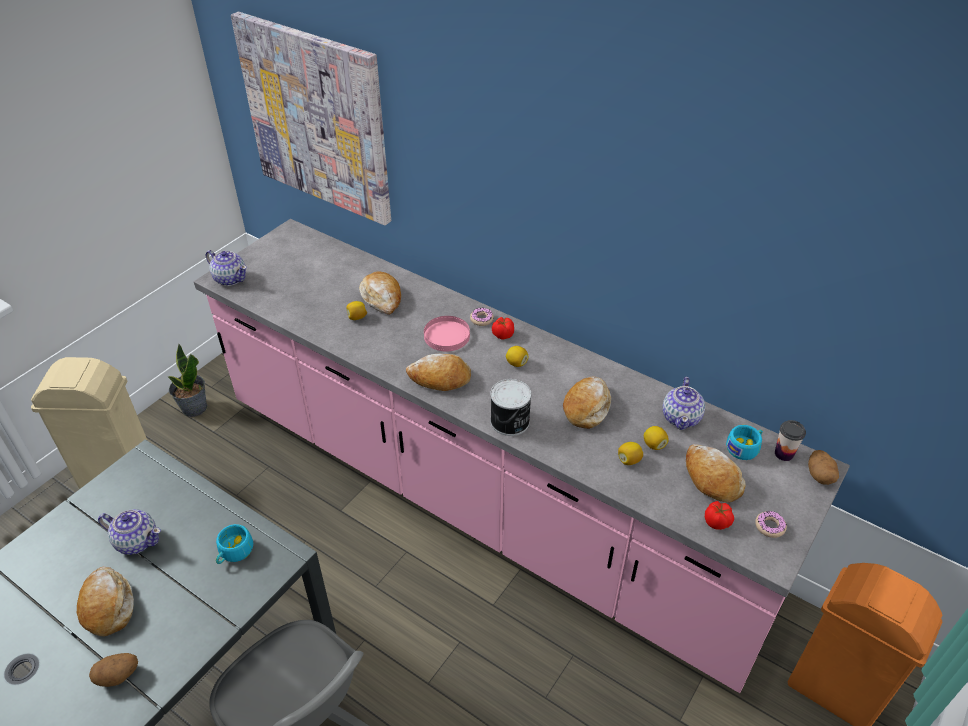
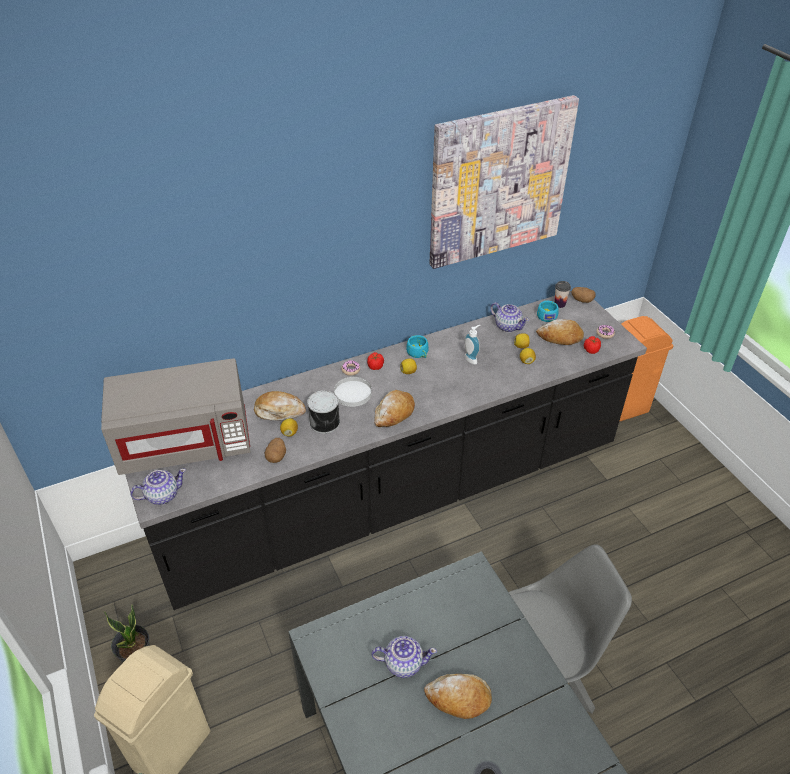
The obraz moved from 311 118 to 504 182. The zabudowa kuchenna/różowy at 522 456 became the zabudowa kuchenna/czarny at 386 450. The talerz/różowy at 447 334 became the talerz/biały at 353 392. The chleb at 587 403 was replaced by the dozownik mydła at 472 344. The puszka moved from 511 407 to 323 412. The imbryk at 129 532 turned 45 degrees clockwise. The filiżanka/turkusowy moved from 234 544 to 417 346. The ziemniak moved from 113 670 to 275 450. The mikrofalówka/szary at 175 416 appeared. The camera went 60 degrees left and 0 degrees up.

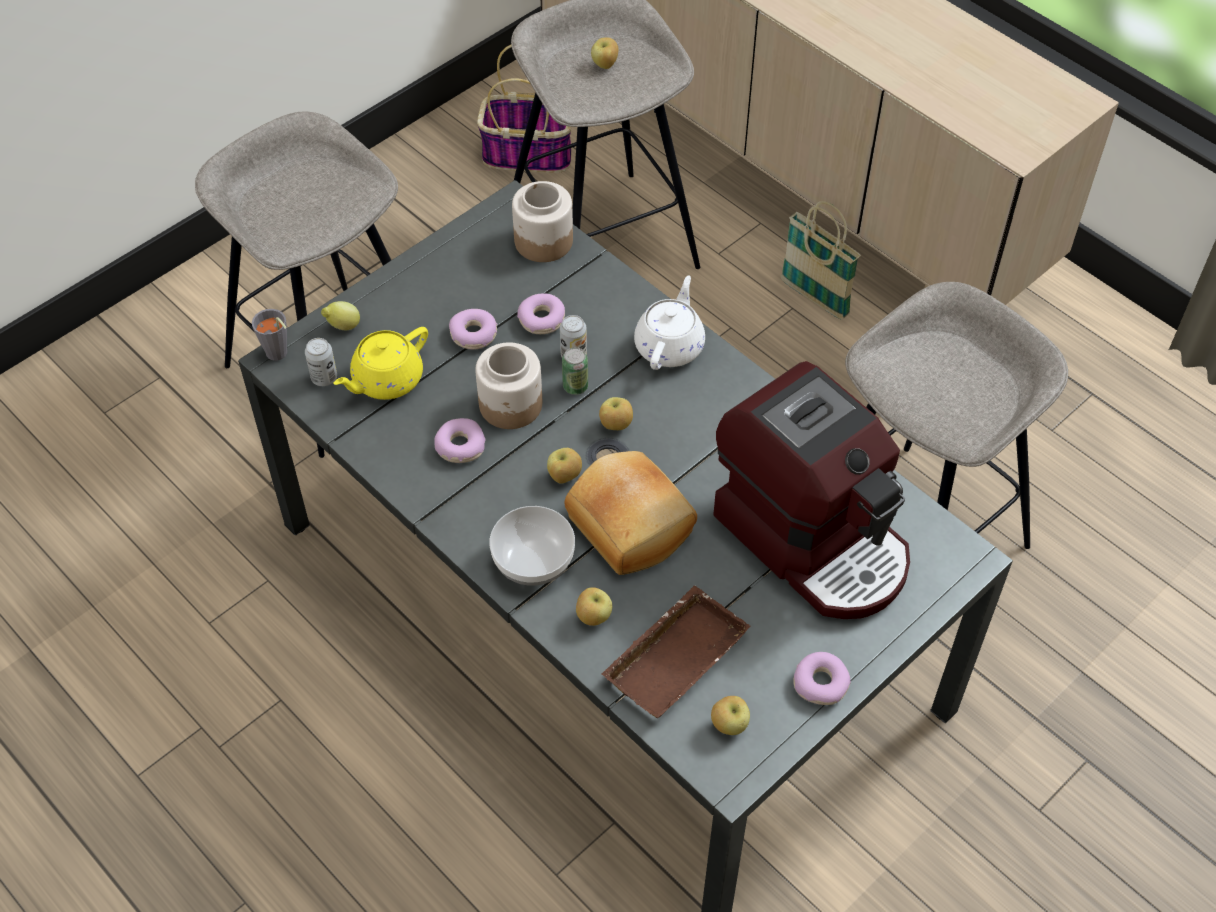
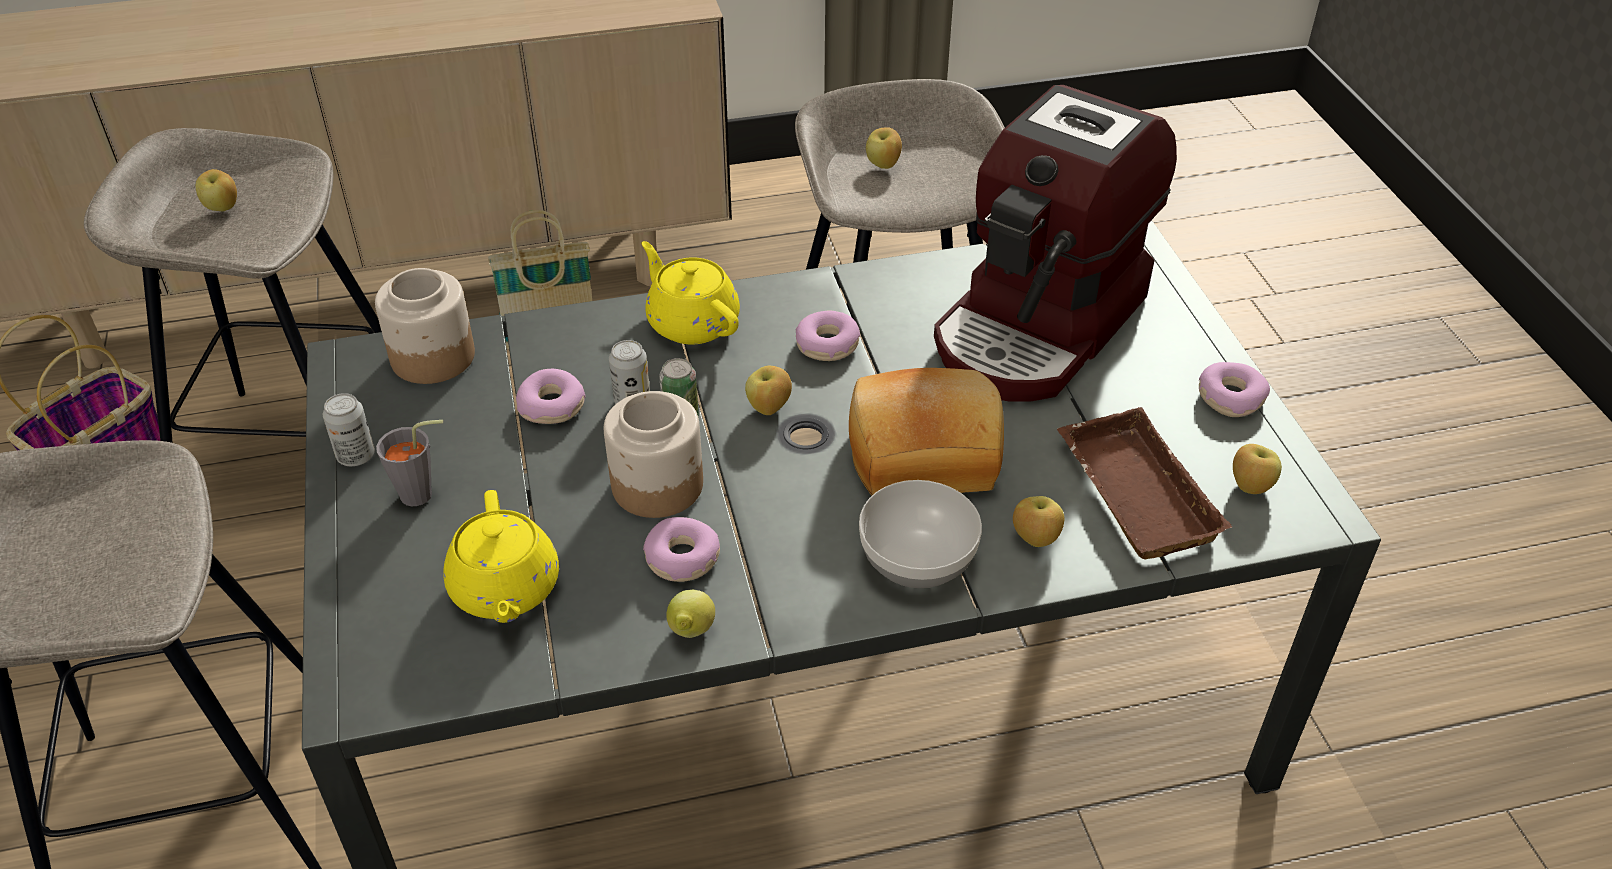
The imbryk/biały at 669 323 became the imbryk/żółty at 690 292. The cytryna moved from 340 315 to 690 614. The filiżanka/szary moved from 269 335 to 409 463. The donut moved from 473 329 to 828 335. The puszka moved from 321 362 to 349 429. The ekspres do kawy at 811 490 turned 135 degrees clockwise. The jabłko moved from 564 466 to 884 148. The camera went 60 degrees left and 10 degrees down.

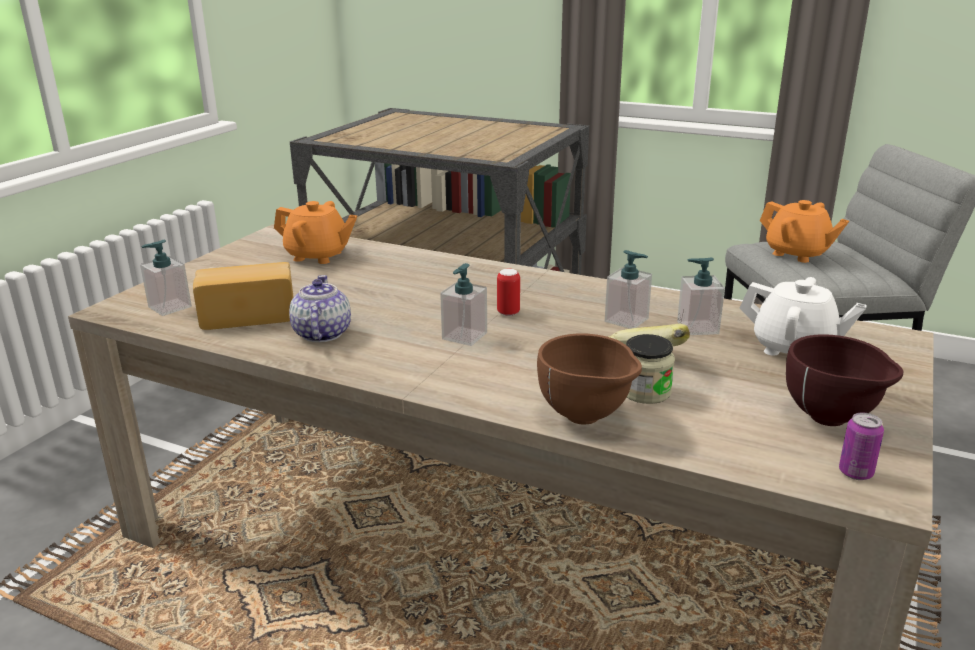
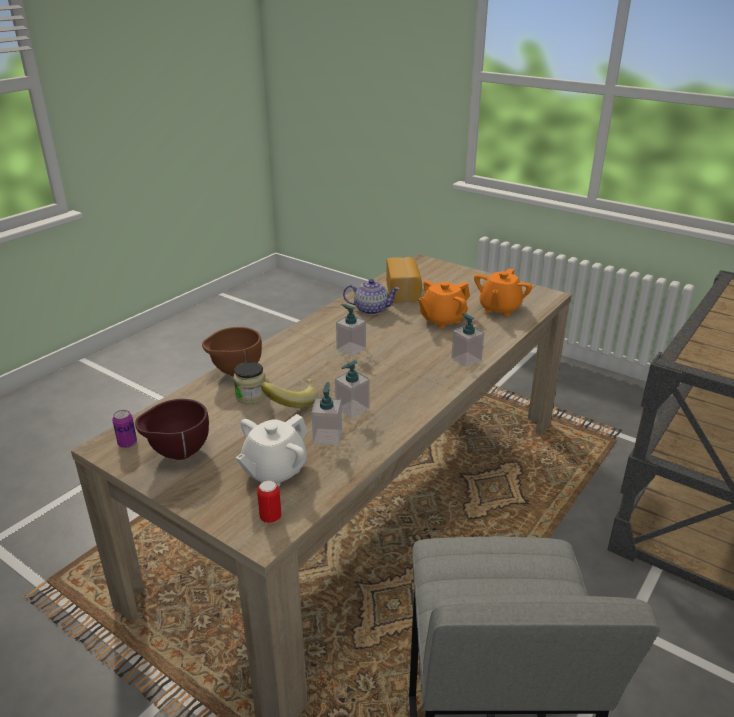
The imbryk/pomarańczowy moved from 804 231 to 444 304. The dozownik mydła moved from 166 278 to 467 340. The puszka moved from 508 292 to 269 502. The camera went 100 degrees right and 5 degrees up.

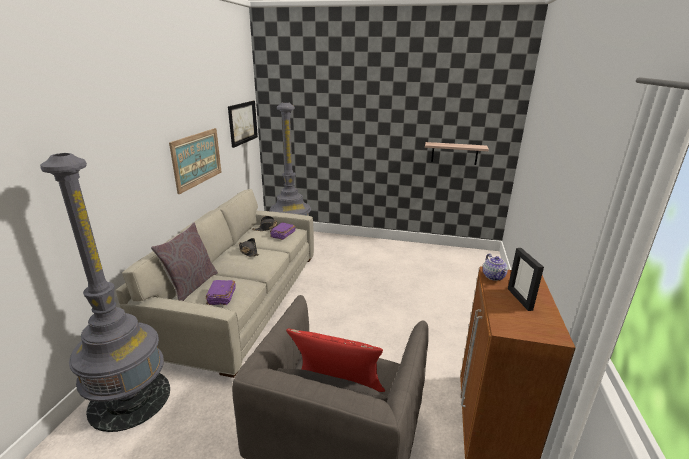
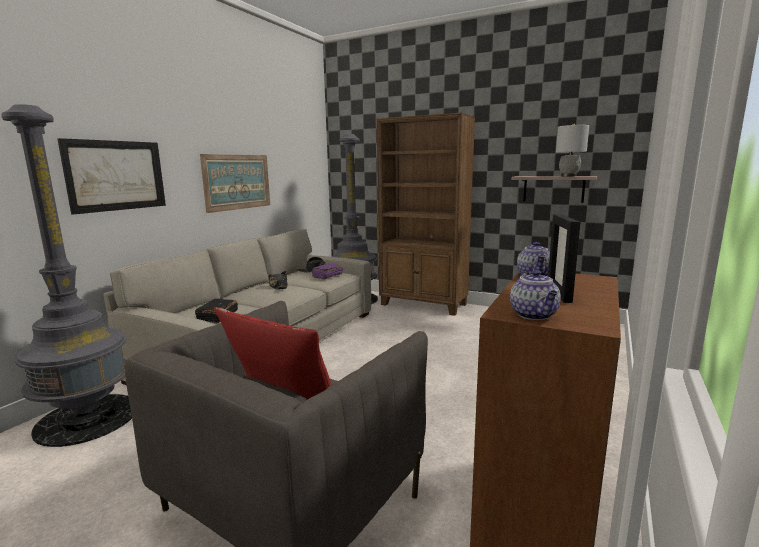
The obraz moved from 243 124 to 111 176. The poduszka/szary at 184 261 disappeared. The książka/fioletowy at 221 292 became the książka/czarny at 216 311. The regał/brązowy at 425 214 appeared. The lampa stołowa/biały at 572 150 appeared. The imbryk at 535 295 appeared. The camera went 15 degrees right and 10 degrees down.

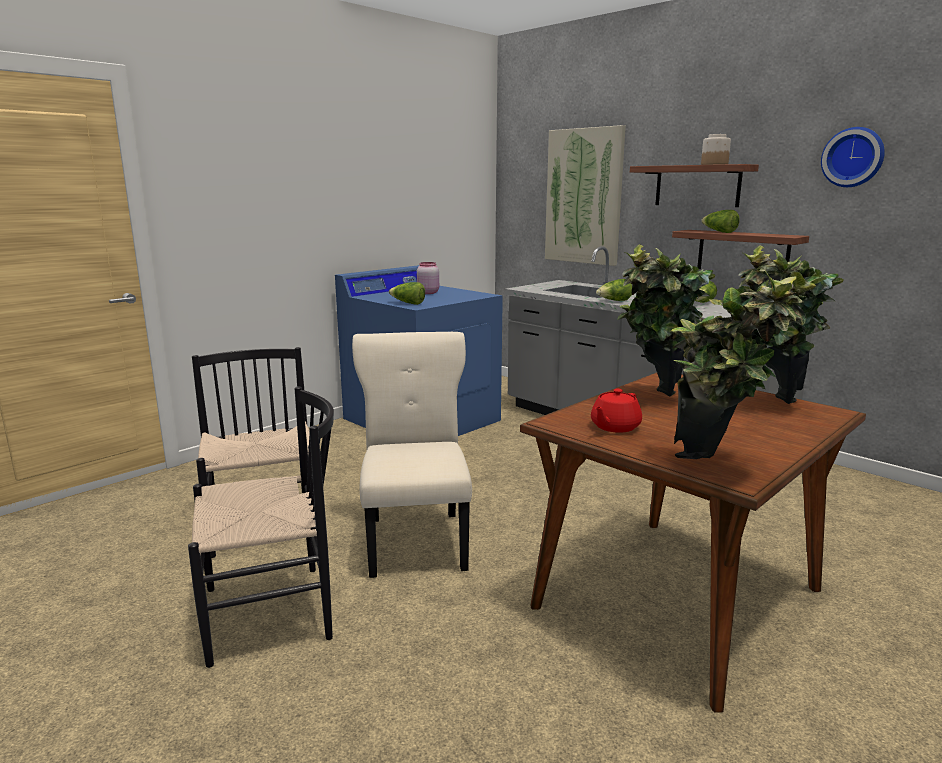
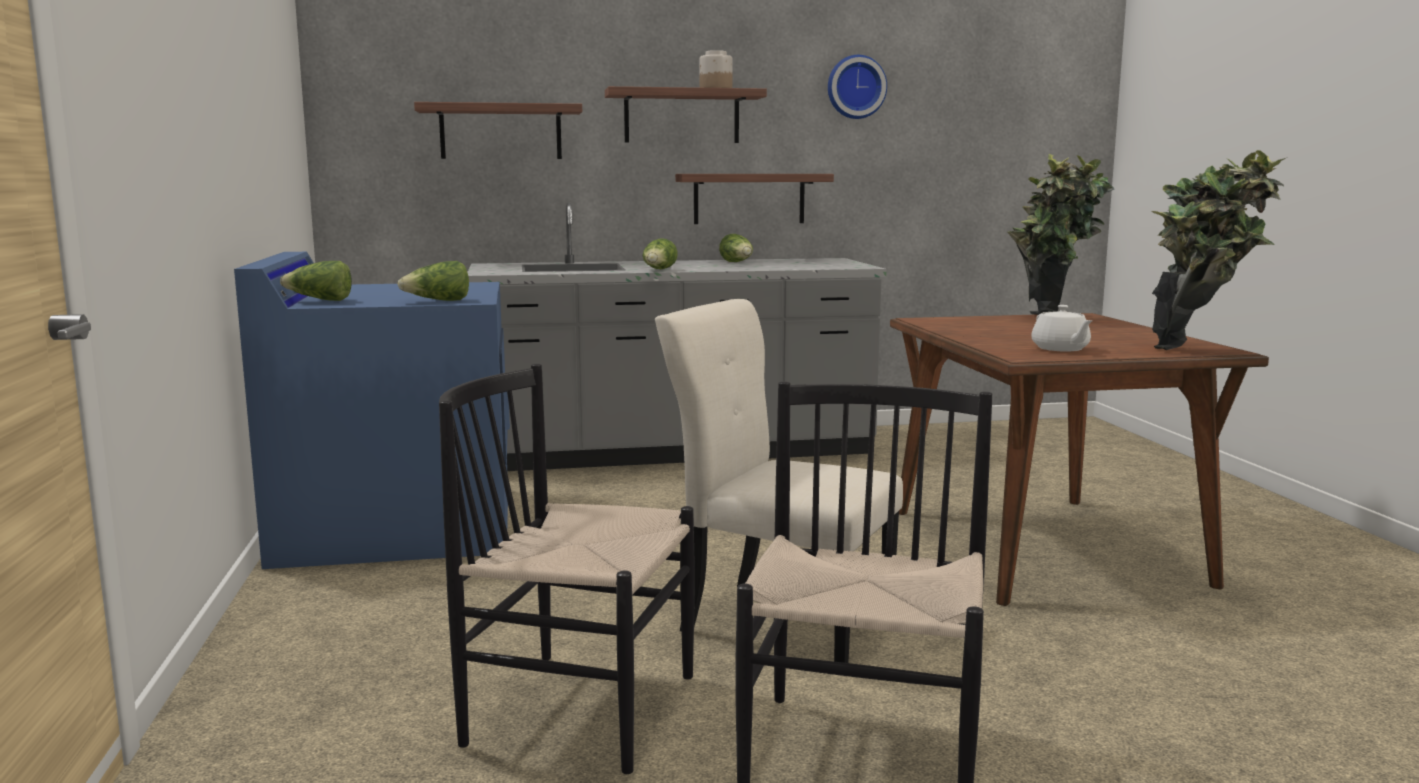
The obraz at 585 195 was replaced by the półka at 498 130. The sałata moved from 720 221 to 316 281. The roślina doniczkowa at 666 320 disappeared. The słoik/różowy at 428 278 disappeared. The imbryk/czerwony at 616 411 became the imbryk/biały at 1061 328. The camera went 55 degrees left and 5 degrees down.

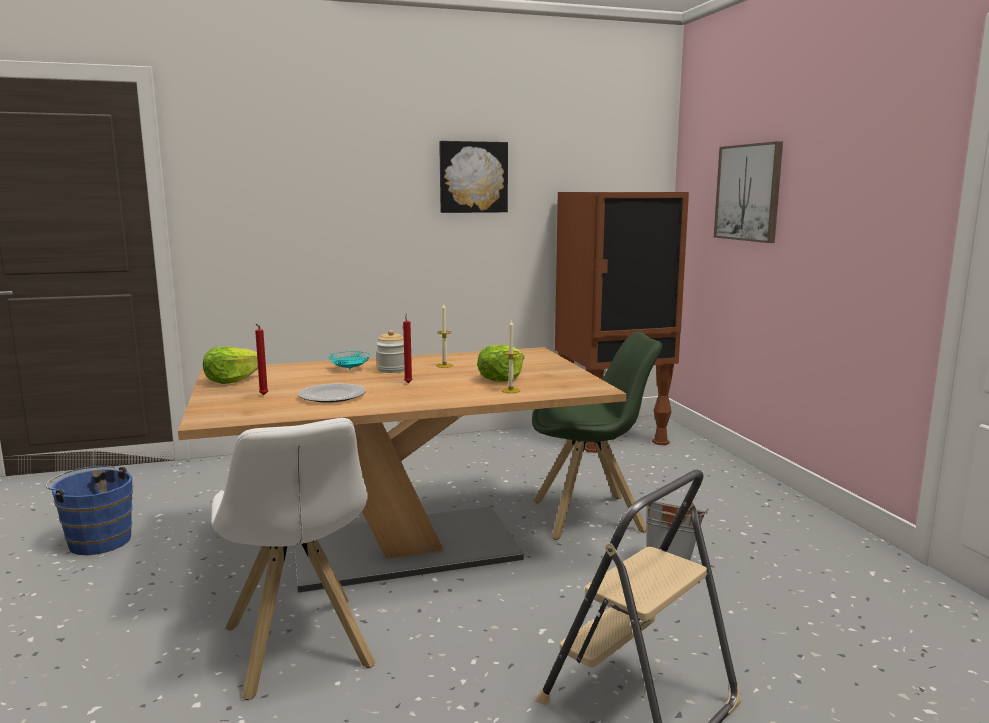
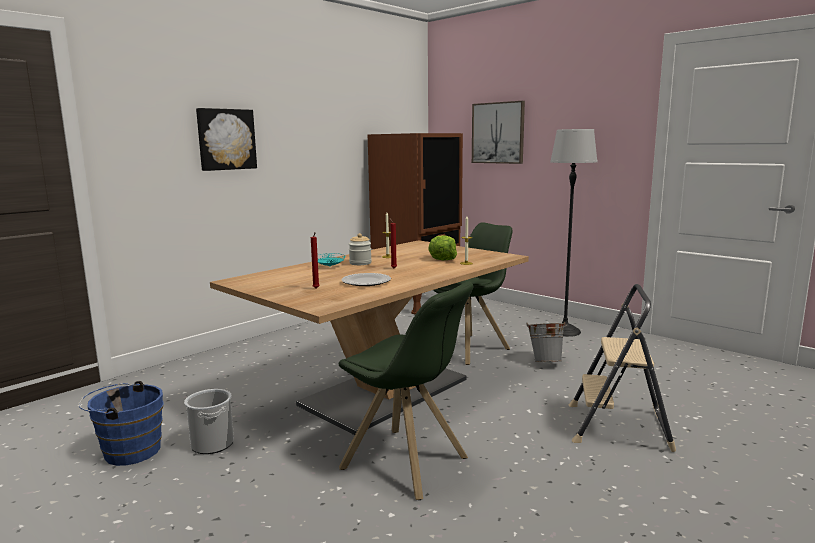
The obraz moved from 473 177 to 226 139. The sałata at 230 365 disappeared. The krzesło/biały at 293 559 became the krzesło/zielony at 406 391. The lampa stojąca at 574 233 appeared. The wiadro at 209 421 appeared. The camera went 30 degrees left and 0 degrees up.

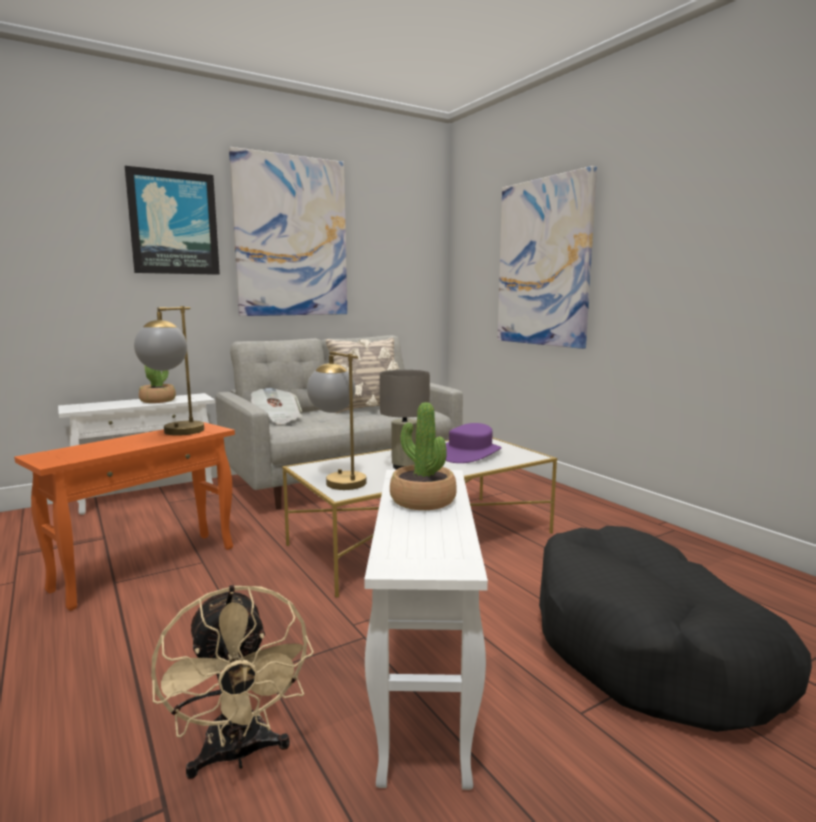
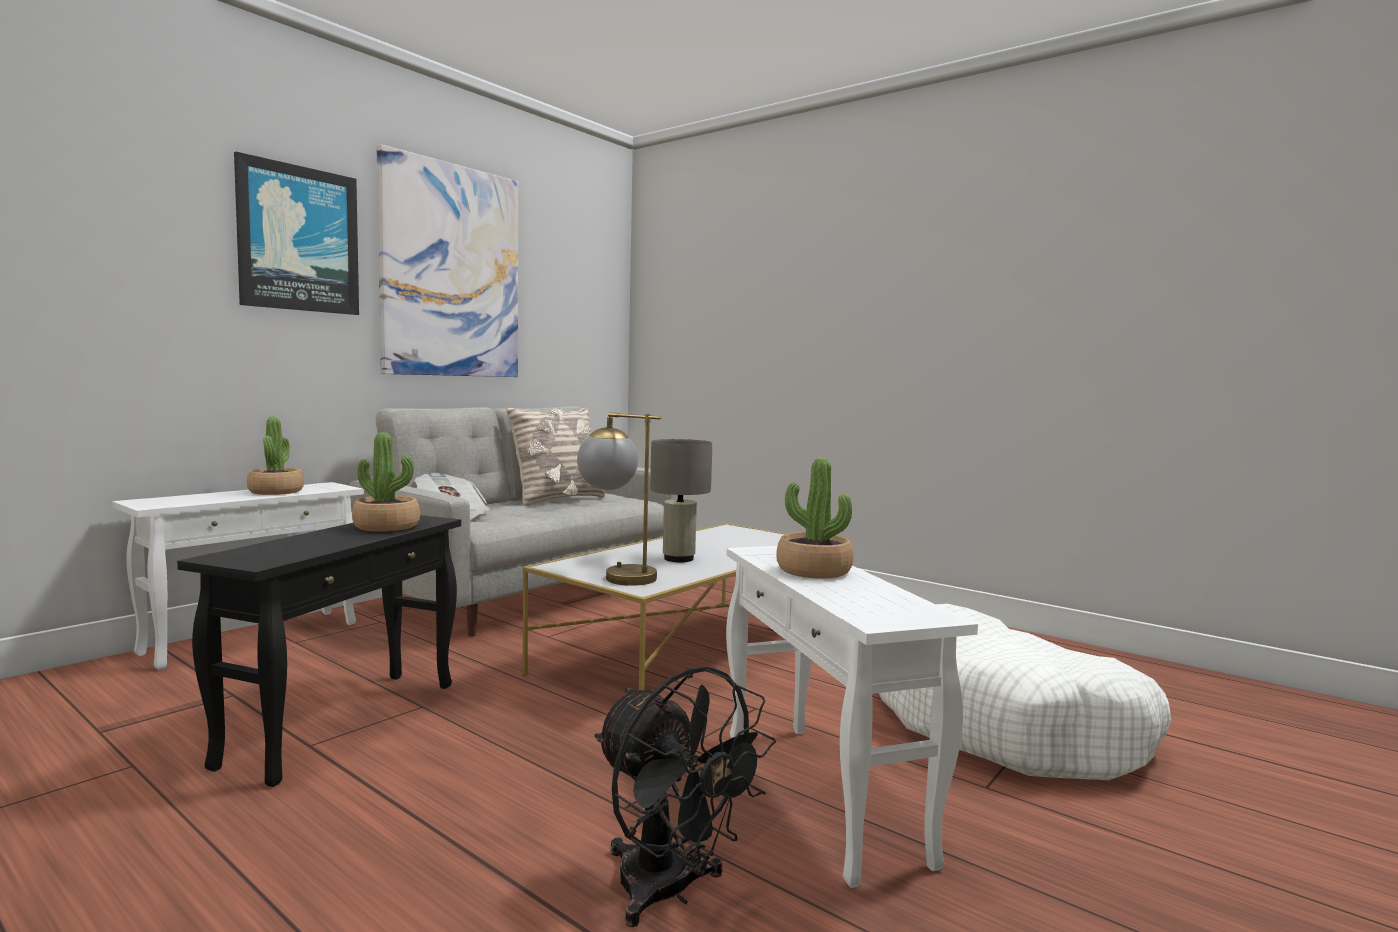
The obraz at 547 257 disappeared. The lampa stołowa at 169 371 was replaced by the roślina doniczkowa at 386 482. The stolik/pomarańczowy at 124 516 became the stolik/czarny at 319 651. The kapelusz/fioletowy at 474 443 disappeared. The legowisko/czarny at 675 629 became the legowisko/biały at 1025 692. The wentylator/beżowy at 232 682 became the wentylator/czarny at 685 797. The camera went 20 degrees left and 5 degrees down.

